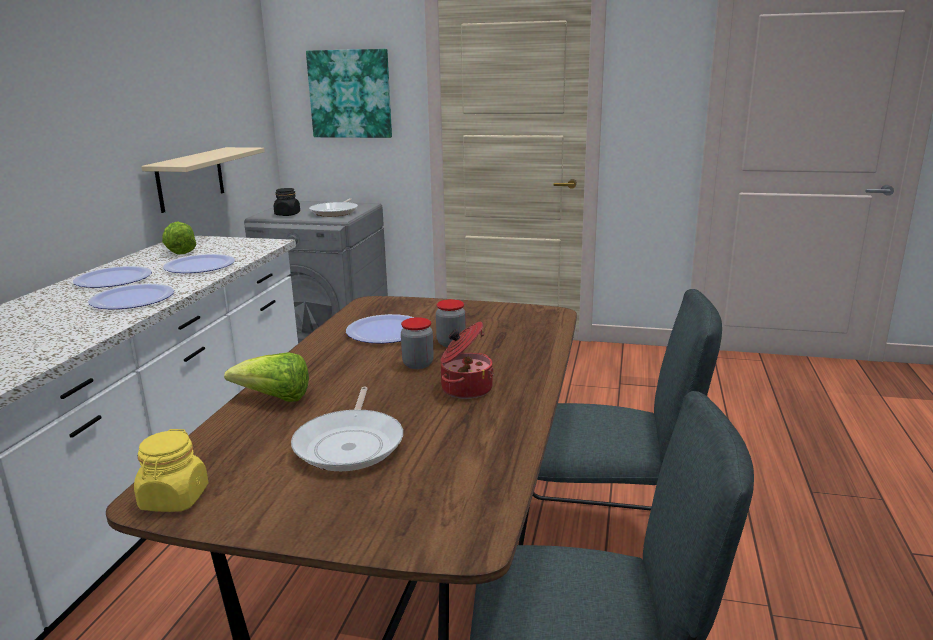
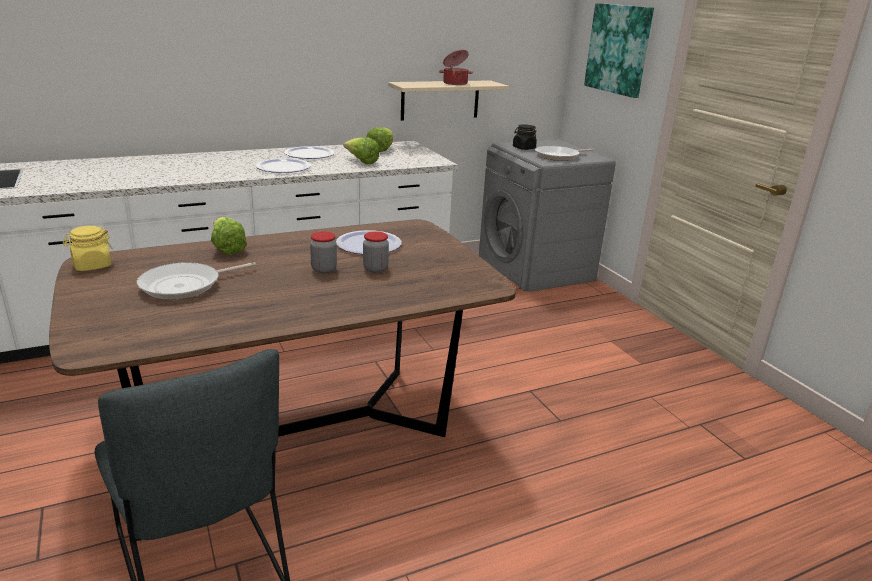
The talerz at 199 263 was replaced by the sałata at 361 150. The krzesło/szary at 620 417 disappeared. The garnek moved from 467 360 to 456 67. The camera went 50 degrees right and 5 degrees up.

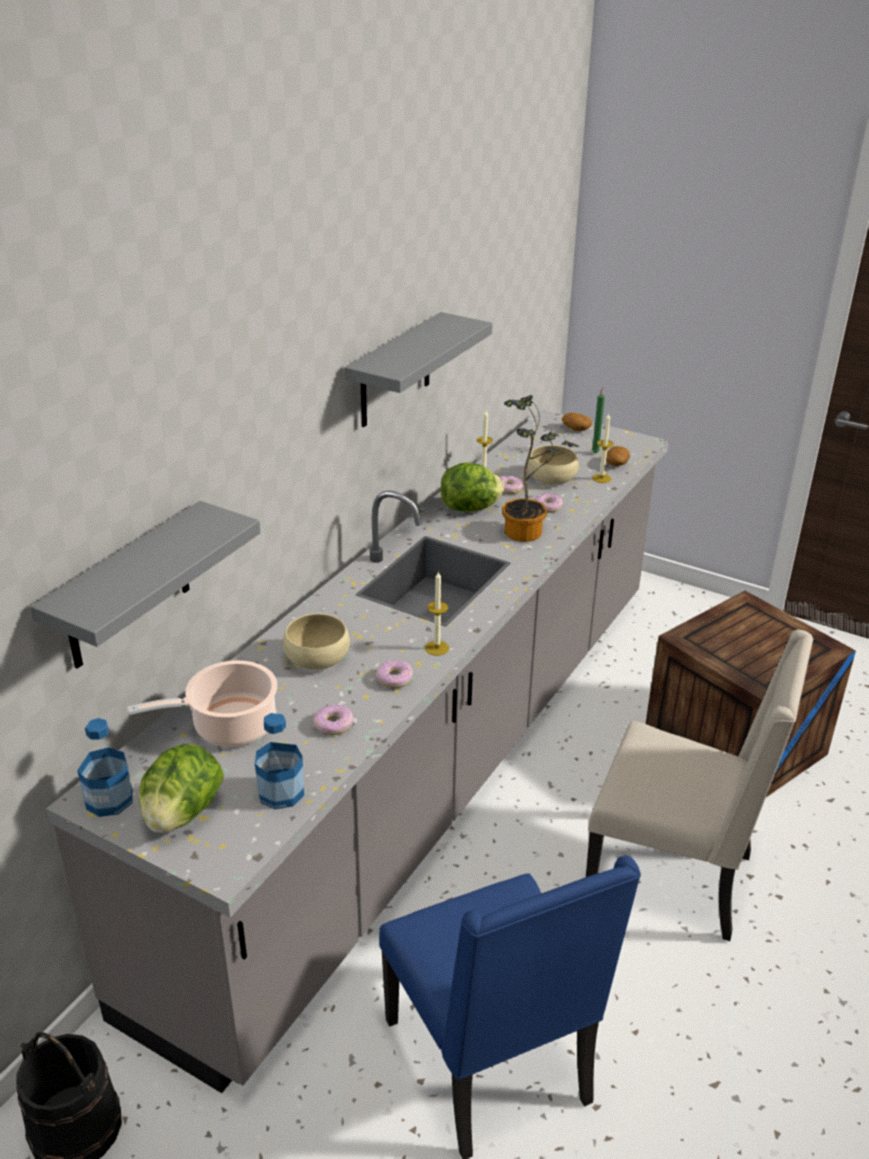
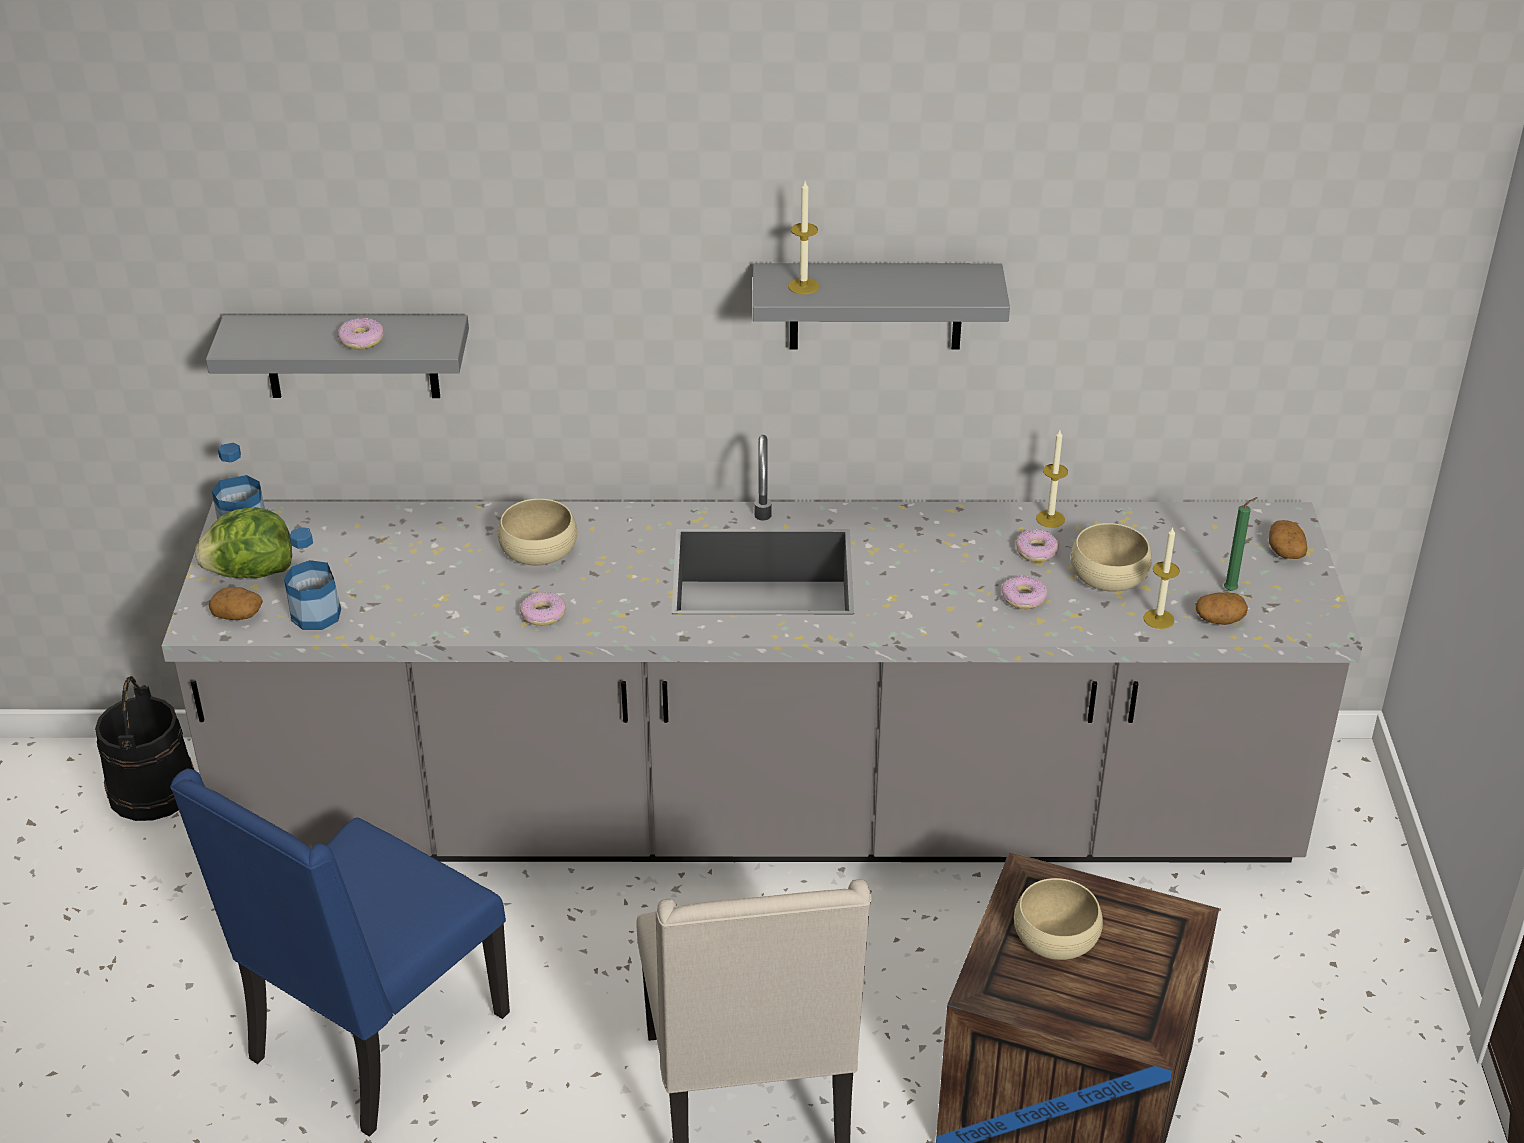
The roślina doniczkowa at 540 468 disappeared. The sałata at 472 487 disappeared. The świeca moved from 437 613 to 803 237. The garnek at 202 703 disappeared. The donut moved from 333 720 to 360 333. The ziemniak at 236 603 appeared. The miska/beżowy at 1058 919 appeared. The camera went 60 degrees right and 5 degrees up.

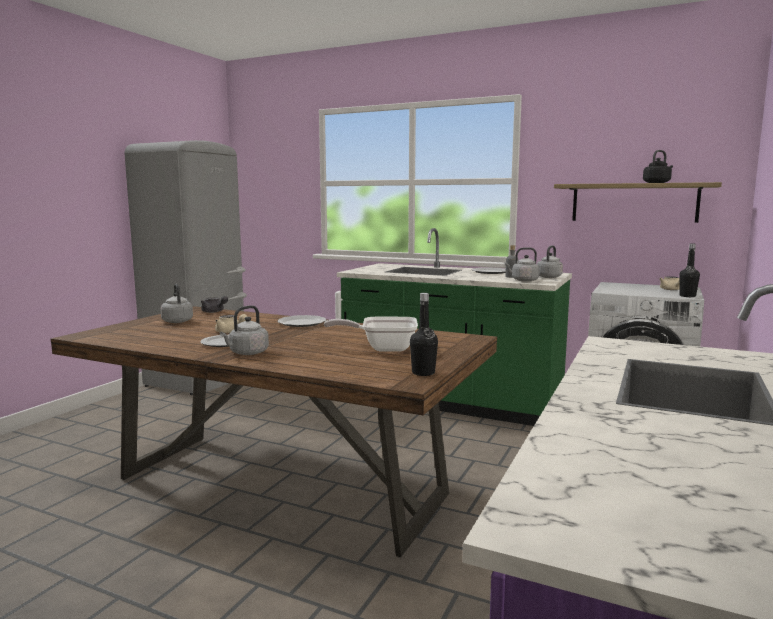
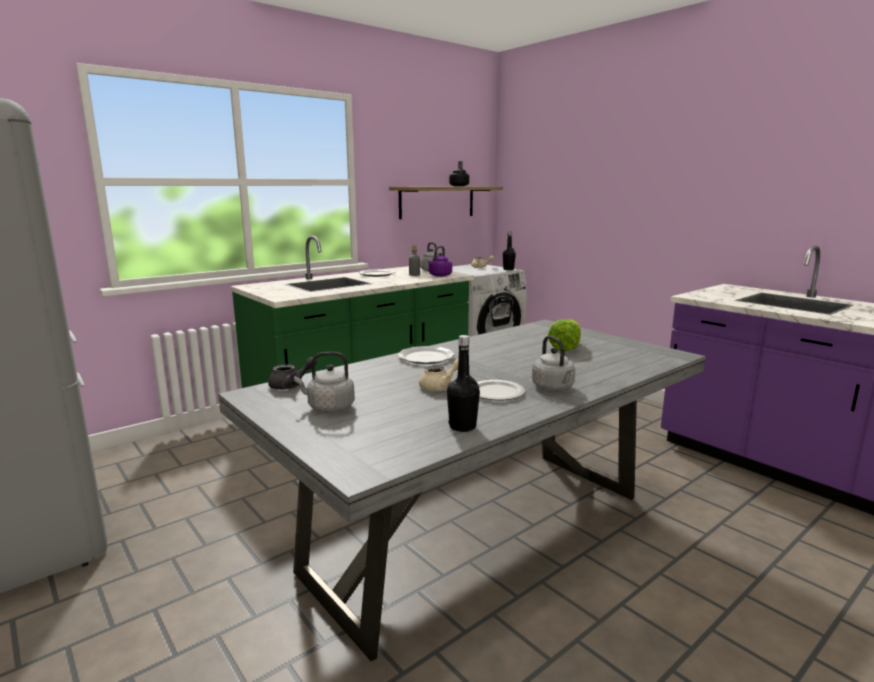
The czajnik/szary at 522 264 became the czajnik/fioletowy at 440 261. The butelka/czarny moved from 424 334 to 463 383. The stół jadalny/brązowy at 274 432 became the stół jadalny/szary at 462 490. The patelnia at 371 334 was replaced by the sałata at 564 335. The camera went 65 degrees left and 5 degrees up.

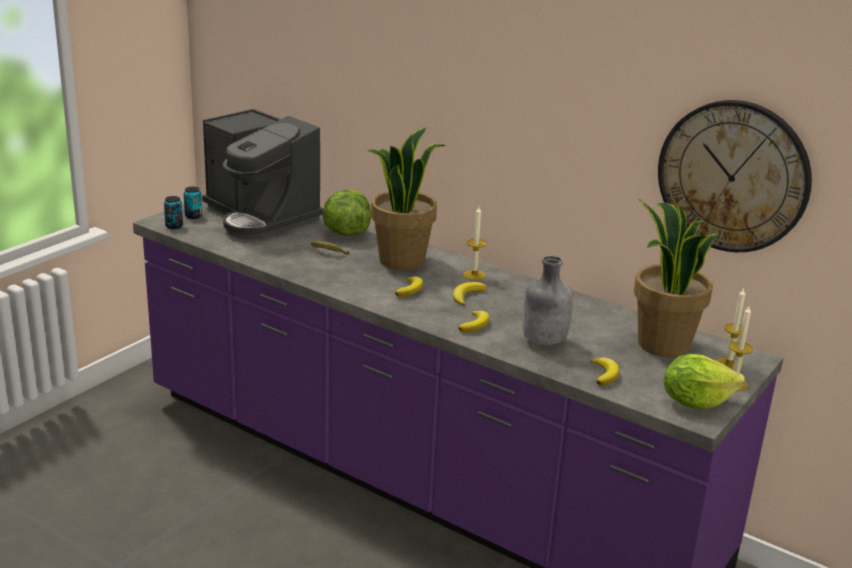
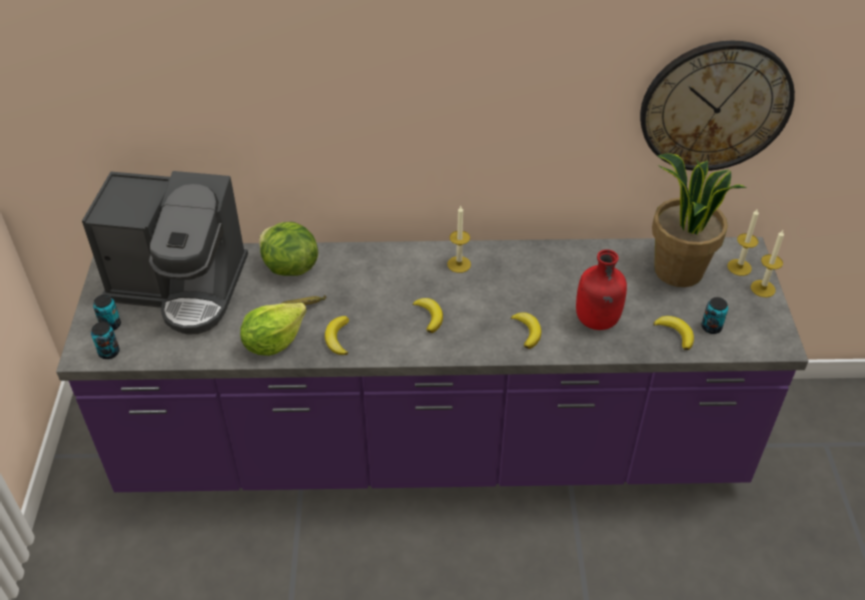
The roślina doniczkowa at 406 199 disappeared. The butelka/szary at 547 300 became the butelka/czerwony at 601 289. The banan moved from 470 294 to 337 335. The sałata moved from 704 381 to 273 329. The puszka at 714 315 appeared. The camera went 35 degrees left and 20 degrees up.

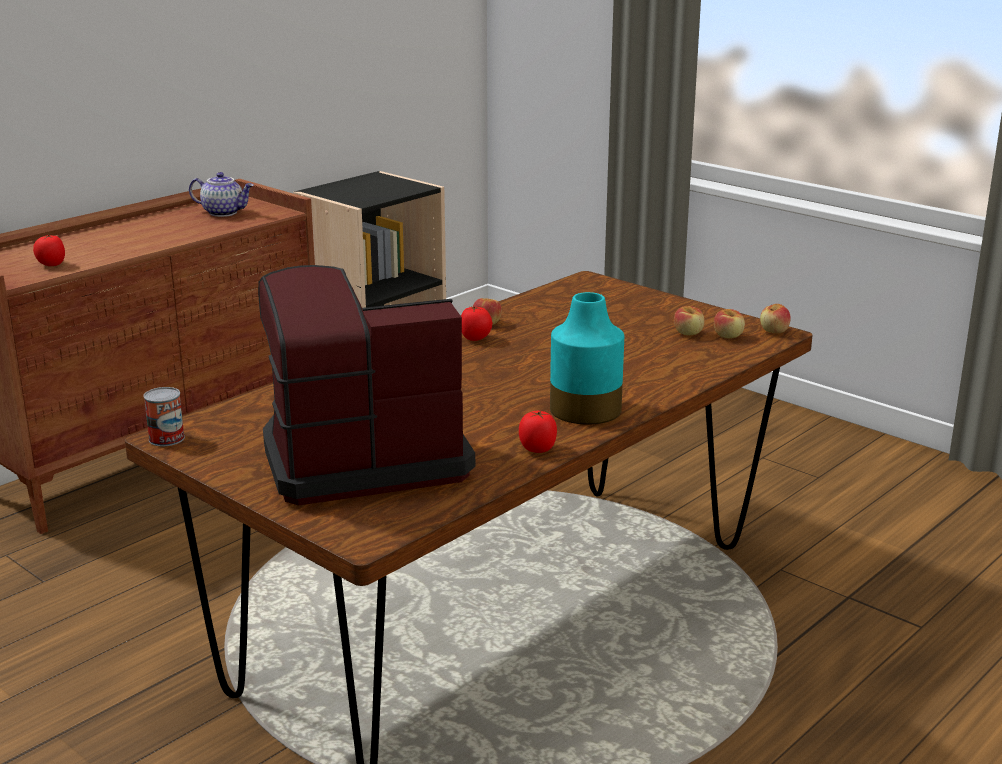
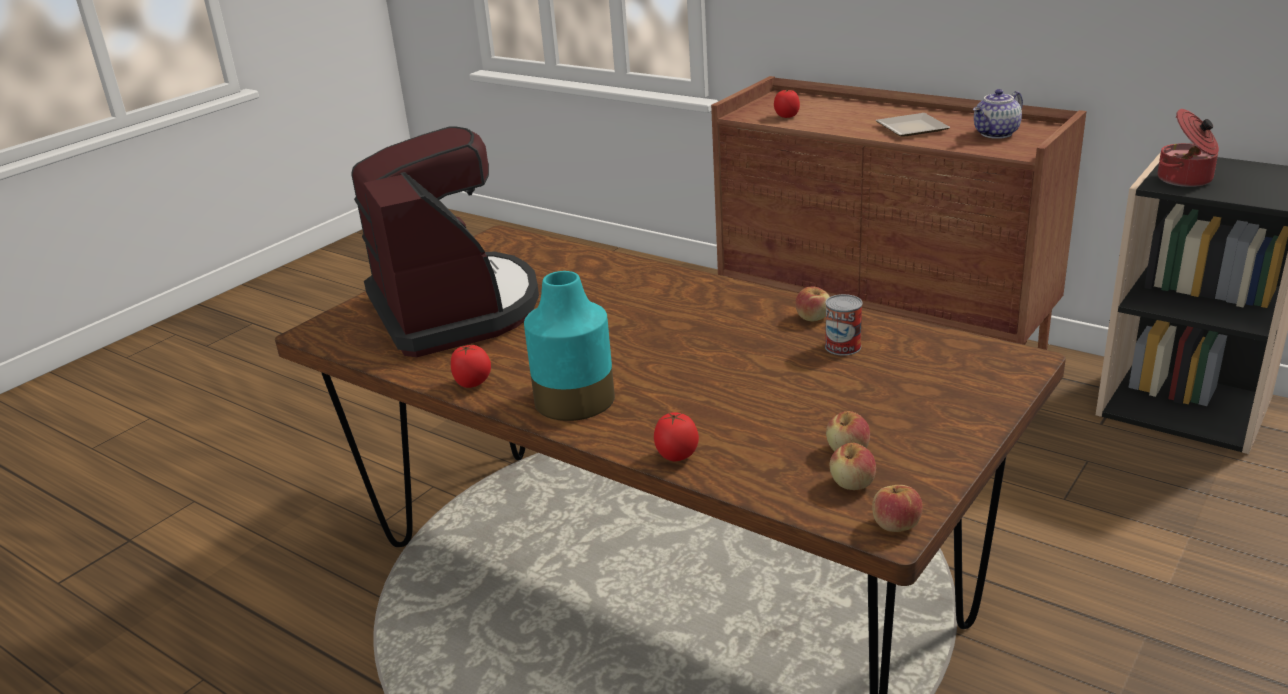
The imbryk at 221 194 turned 45 degrees clockwise. The pomidor moved from 476 323 to 676 436. The puszka moved from 164 416 to 844 325. The garnek at 1188 148 appeared. The talerz at 913 125 appeared. The camera went 85 degrees right and 5 degrees up.

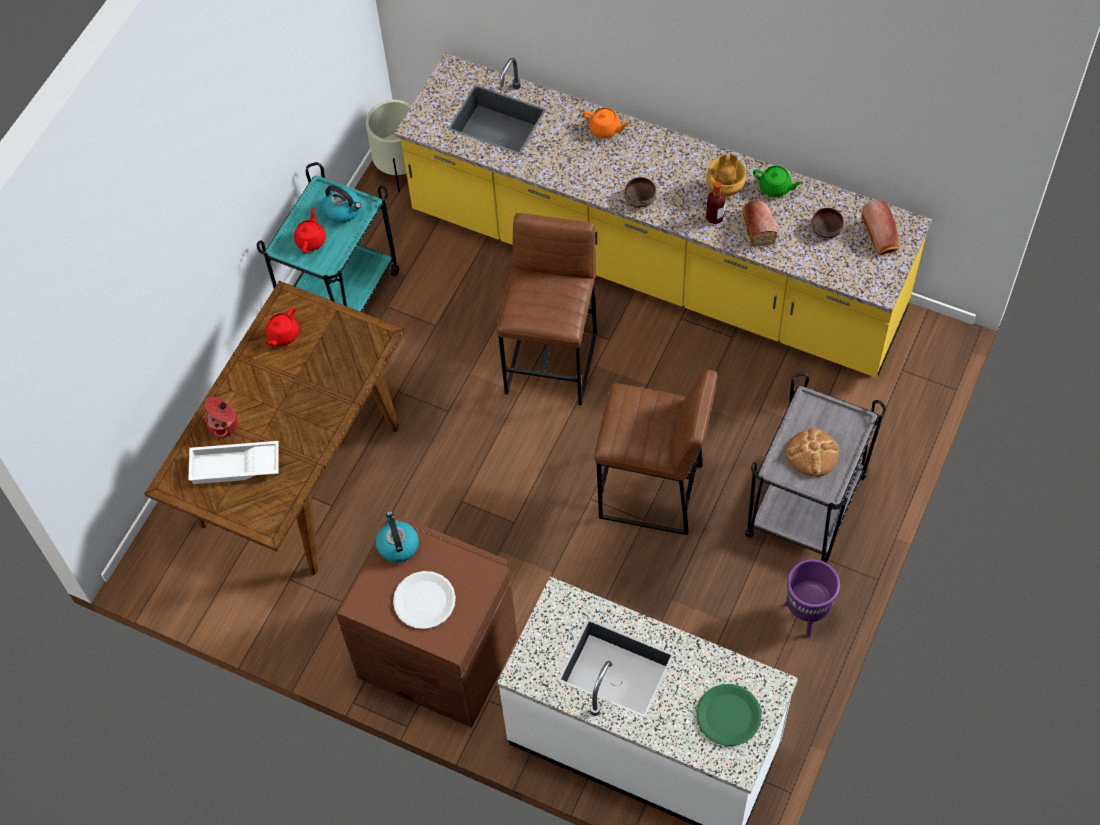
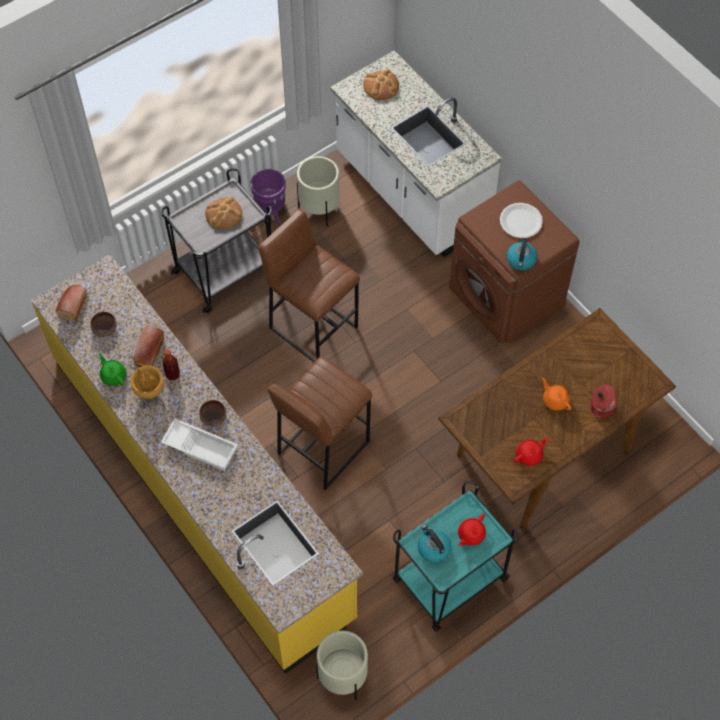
The imbryk/pomarańczowy moved from 606 123 to 557 394. The taca/biały moved from 234 462 to 199 444. The talerz/zielony at 729 715 was replaced by the chleb at 381 84. The donica/beżowy at 318 191 appeared. The camera went 155 degrees left and 0 degrees up.

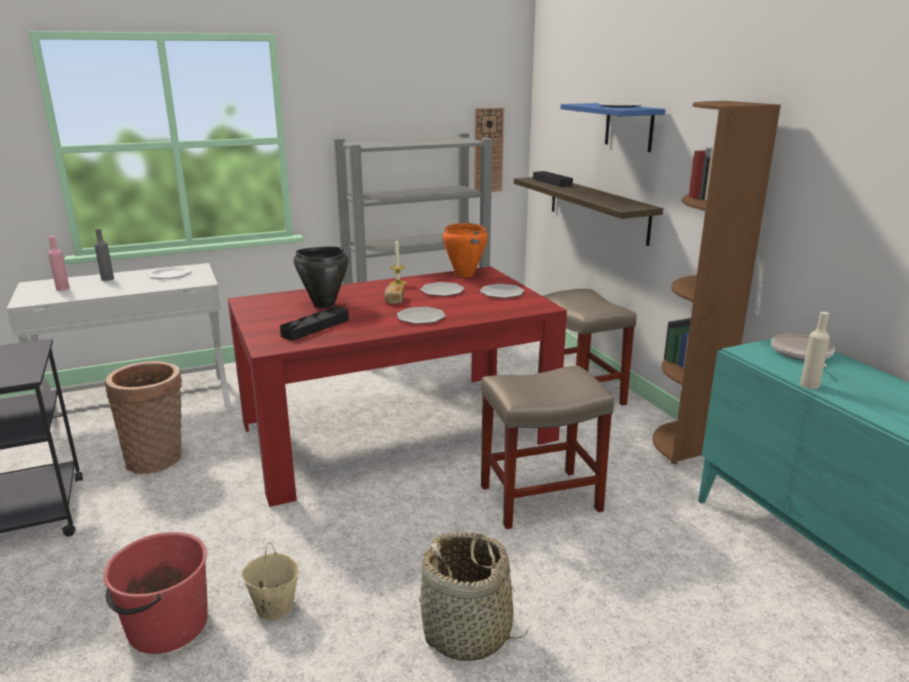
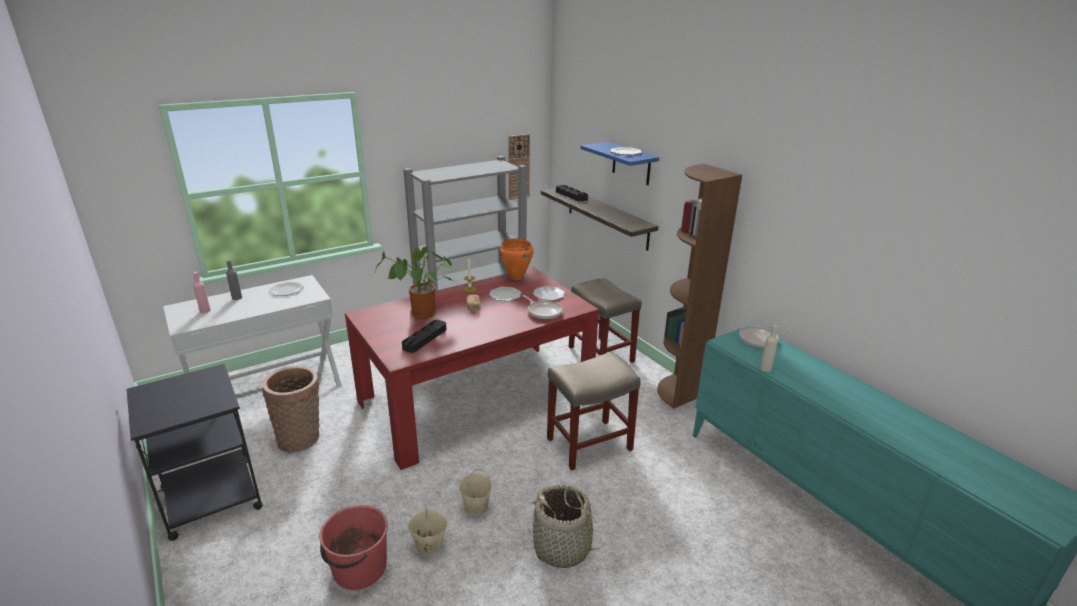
The garnek/czarny at 321 277 was replaced by the roślina doniczkowa at 415 283. The talerz at 421 315 disappeared. The patelnia at 542 307 appeared. The wiadro/beżowy at 475 493 appeared. The camera went 10 degrees left and 5 degrees up.

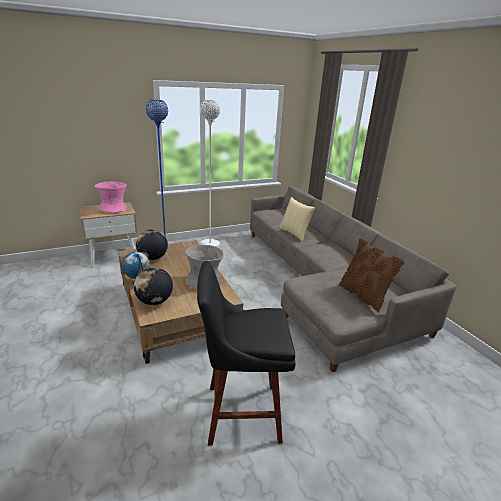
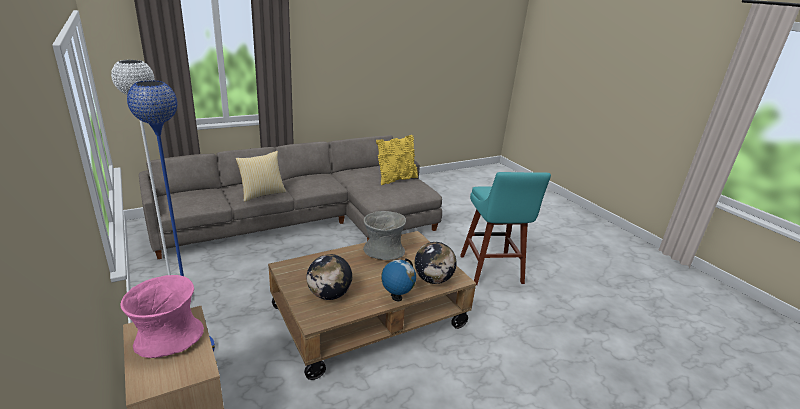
The poduszka/brązowy at 371 275 became the poduszka/żółty at 397 160. The stołek/czarny at 246 353 became the stołek/turkusowy at 505 228. The camera went 95 degrees left and 0 degrees up.

